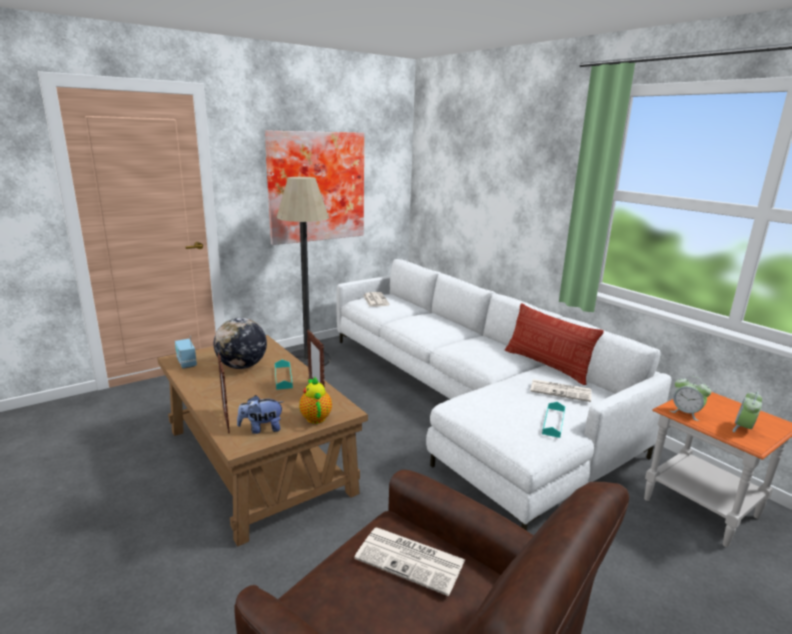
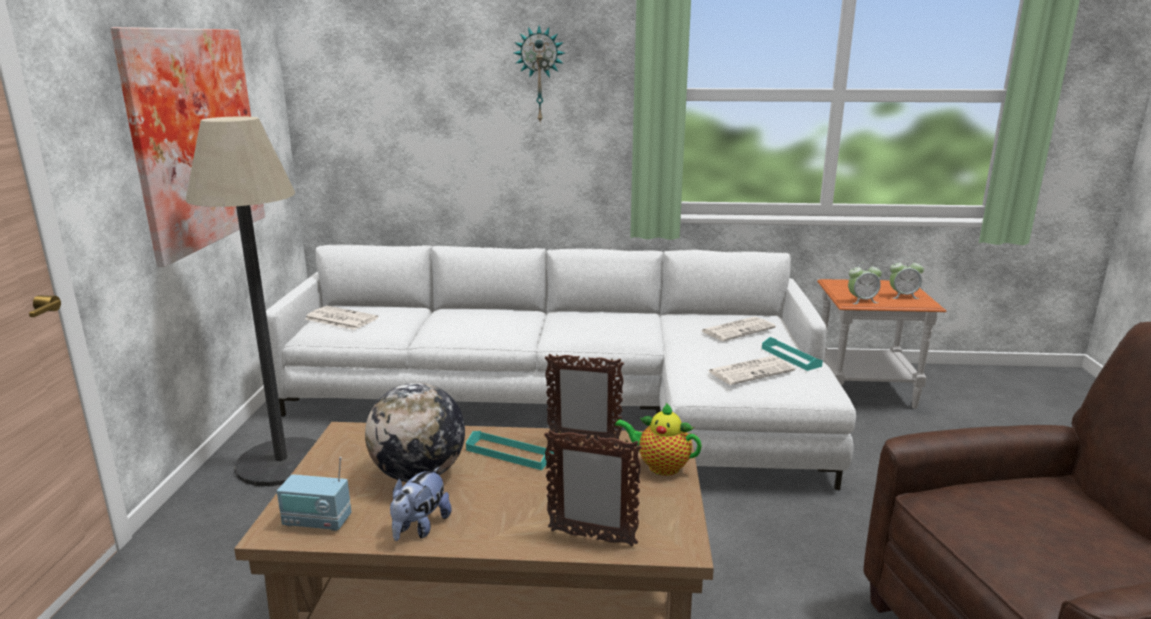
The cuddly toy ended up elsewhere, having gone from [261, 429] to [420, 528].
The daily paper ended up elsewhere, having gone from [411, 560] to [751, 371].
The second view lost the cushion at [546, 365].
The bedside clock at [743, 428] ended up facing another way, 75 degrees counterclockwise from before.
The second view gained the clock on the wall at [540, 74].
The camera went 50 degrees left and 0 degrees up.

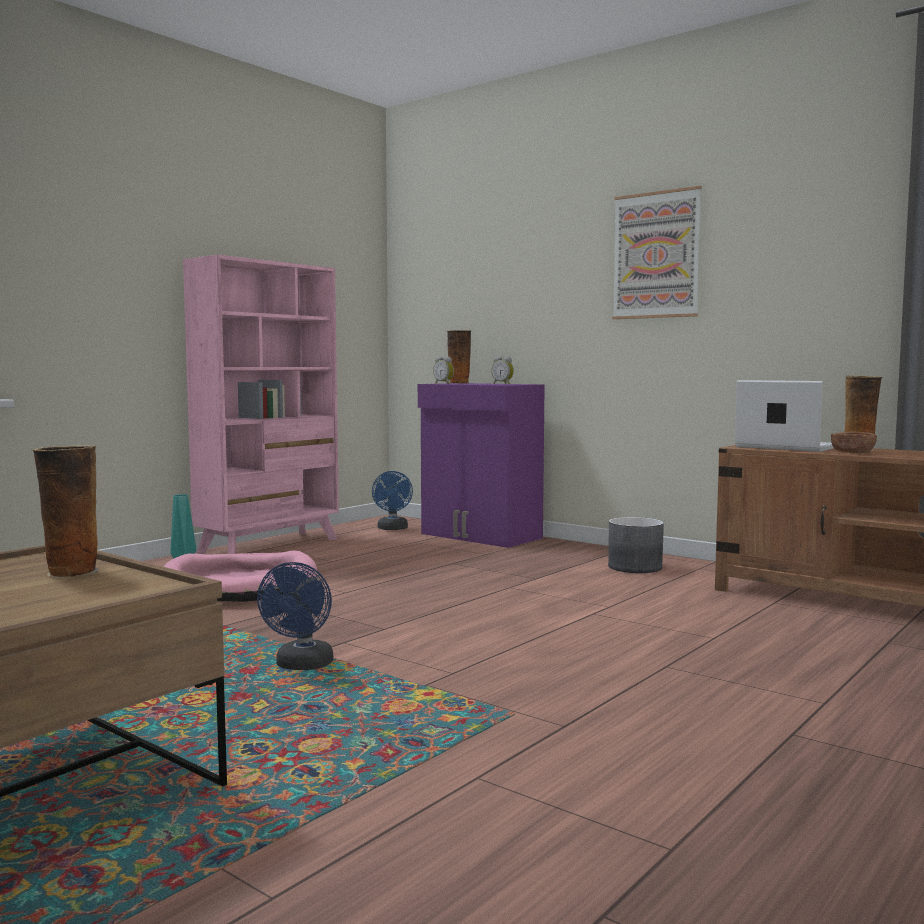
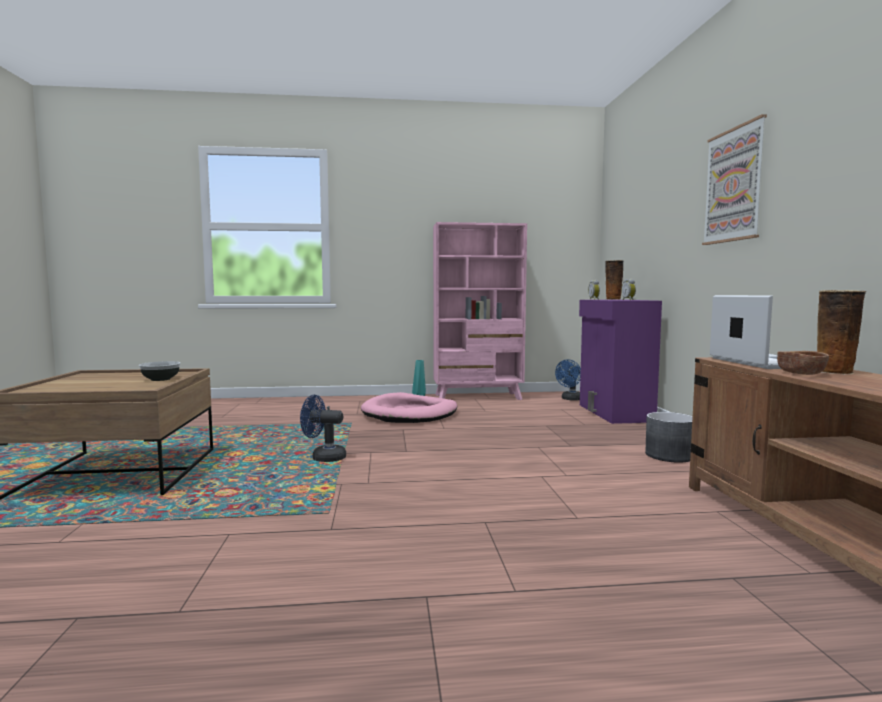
Where the flower vase stood at [70, 572], the bowl came to stand at [160, 379].
The bluish fan at [302, 666] ended up facing another way, 45 degrees clockwise from before.
The camera went 45 degrees right and 0 degrees up.

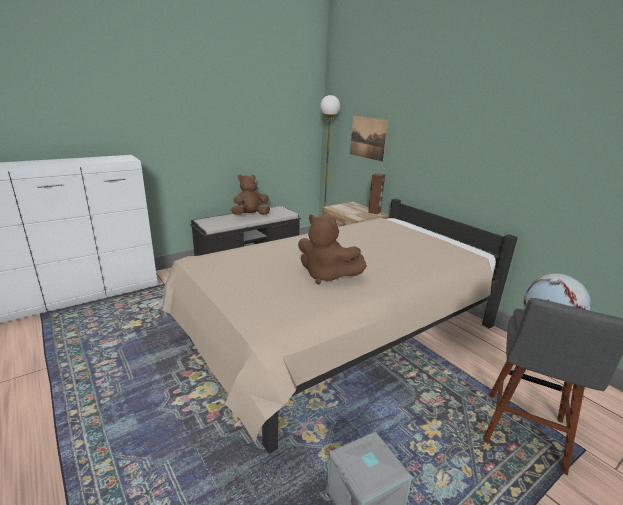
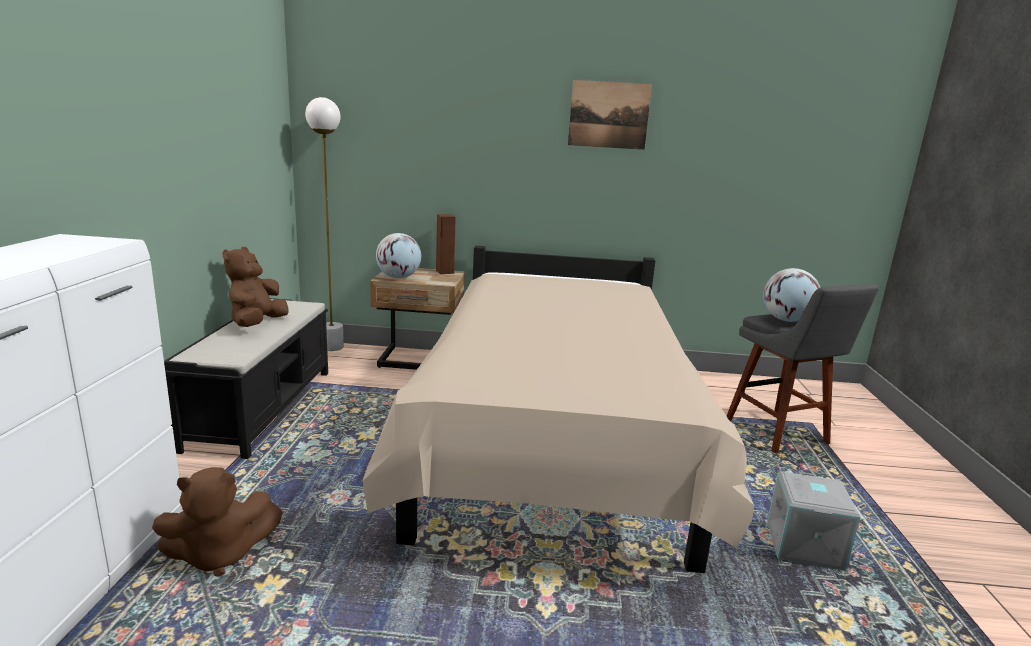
The brown-coloured cuddly toy ended up elsewhere, having gone from [326, 276] to [220, 555].
The picture ended up elsewhere, having gone from [368, 138] to [609, 115].
The second view gained the globe at [398, 277].
The camera went 50 degrees left and 5 degrees down.

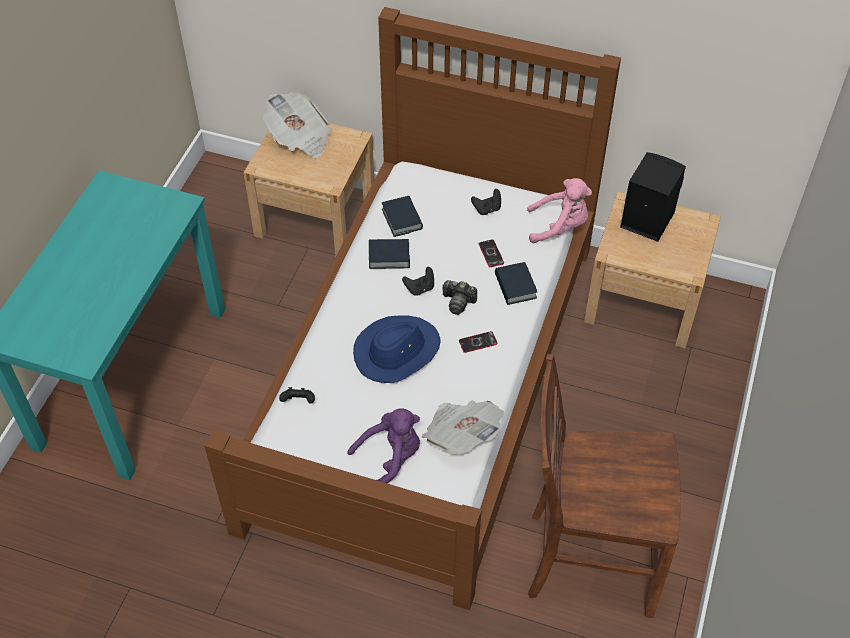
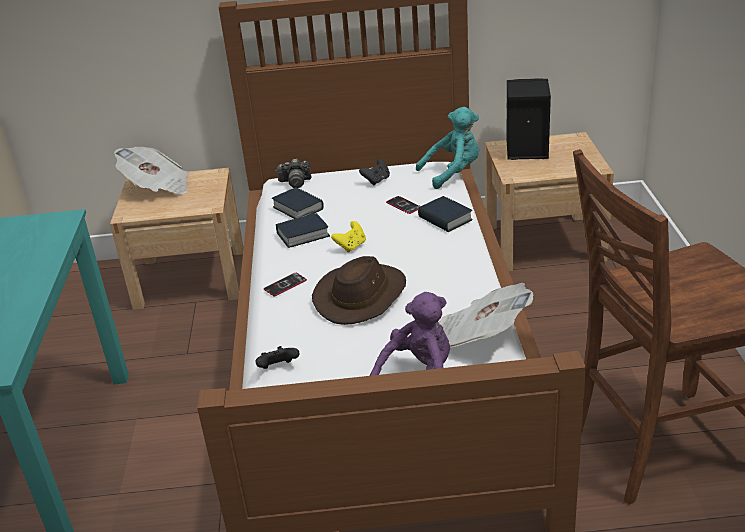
What was the bluish hat at [397, 351] turned into the brown-coloured hat at [361, 296].
What was the black joypad at [420, 288] turned into the yellow-coloured joypad at [351, 246].
The photo camera ended up elsewhere, having gone from [458, 302] to [295, 182].
The phone ended up elsewhere, having gone from [478, 342] to [285, 285].
What was the pink-coloured cuddly toy at [559, 226] turned into the turquoise-coloured cuddly toy at [453, 173].
The camera went 20 degrees left and 20 degrees down.

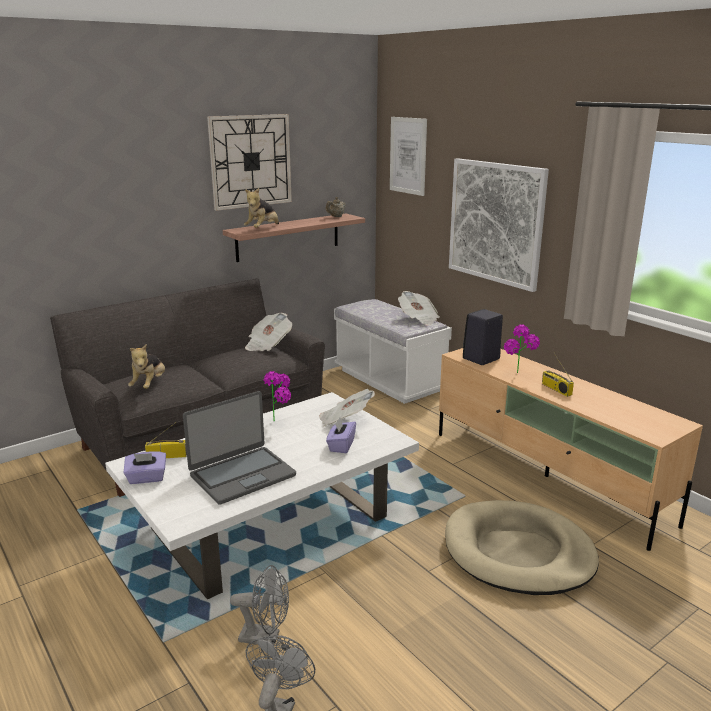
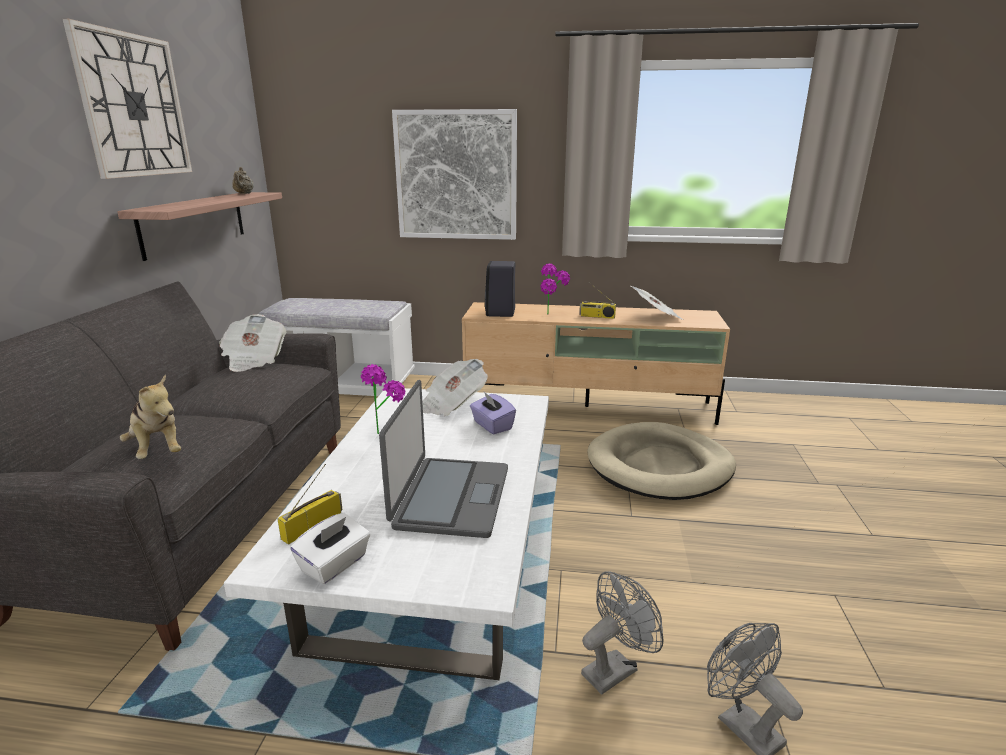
What was the purple-coloured tissue holder at [146, 478] turned into the white tissue holder at [335, 564].
The second view lost the cuddly toy at [263, 229].
The second view lost the picture at [408, 155].
The daily paper ended up elsewhere, having gone from [418, 319] to [656, 317].
The camera went 45 degrees left and 0 degrees up.

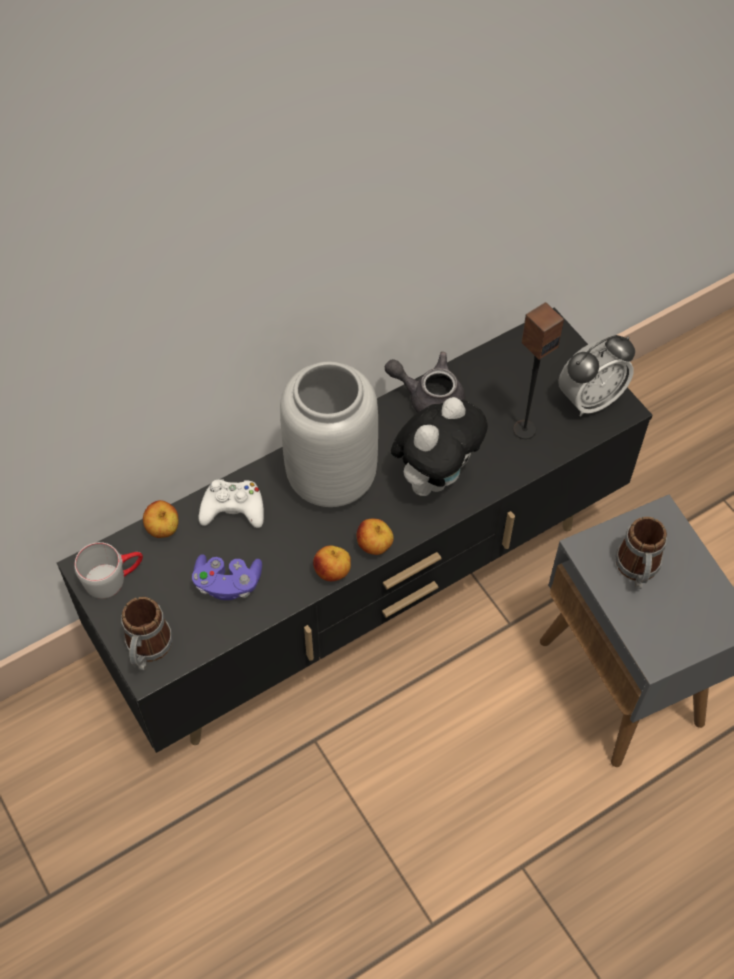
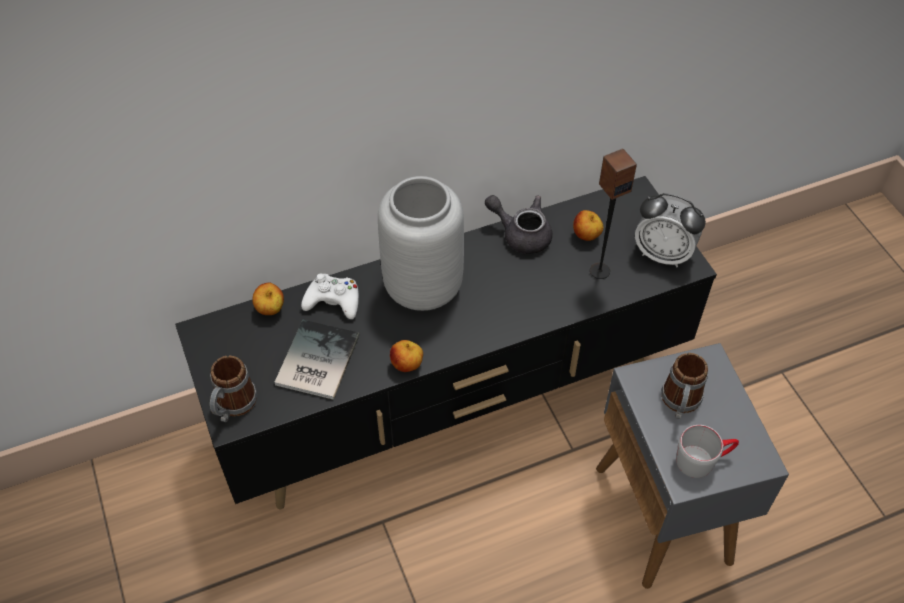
The gray tea mug ended up elsewhere, having gone from [114, 578] to [703, 459].
Where the purple-coloured joypad stood at [227, 583], the bound book came to stand at [314, 361].
The whole apple ended up elsewhere, having gone from [374, 546] to [586, 236].
The second view lost the cuddly toy at [435, 476].
The bedside clock at [590, 399] ended up facing another way, 45 degrees clockwise from before.
The camera went 10 degrees right and 5 degrees down.

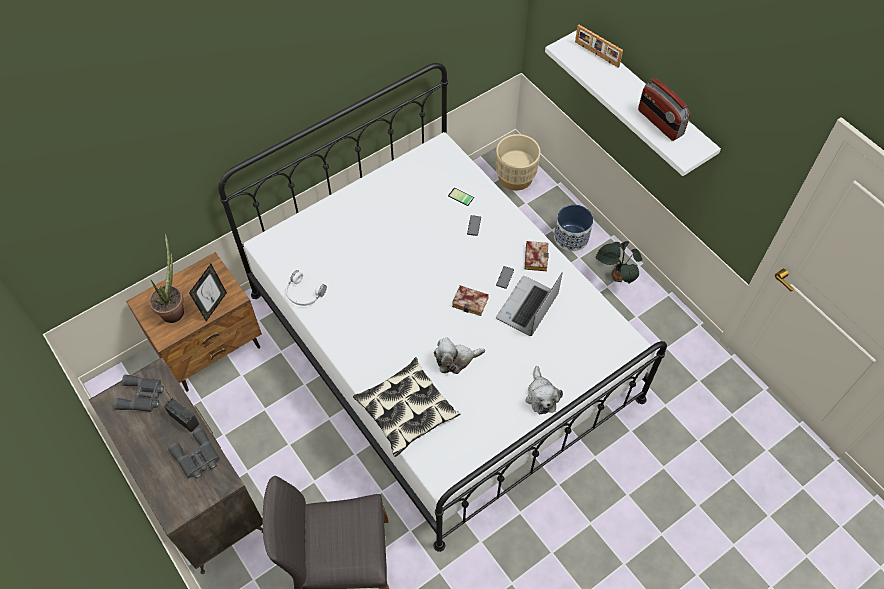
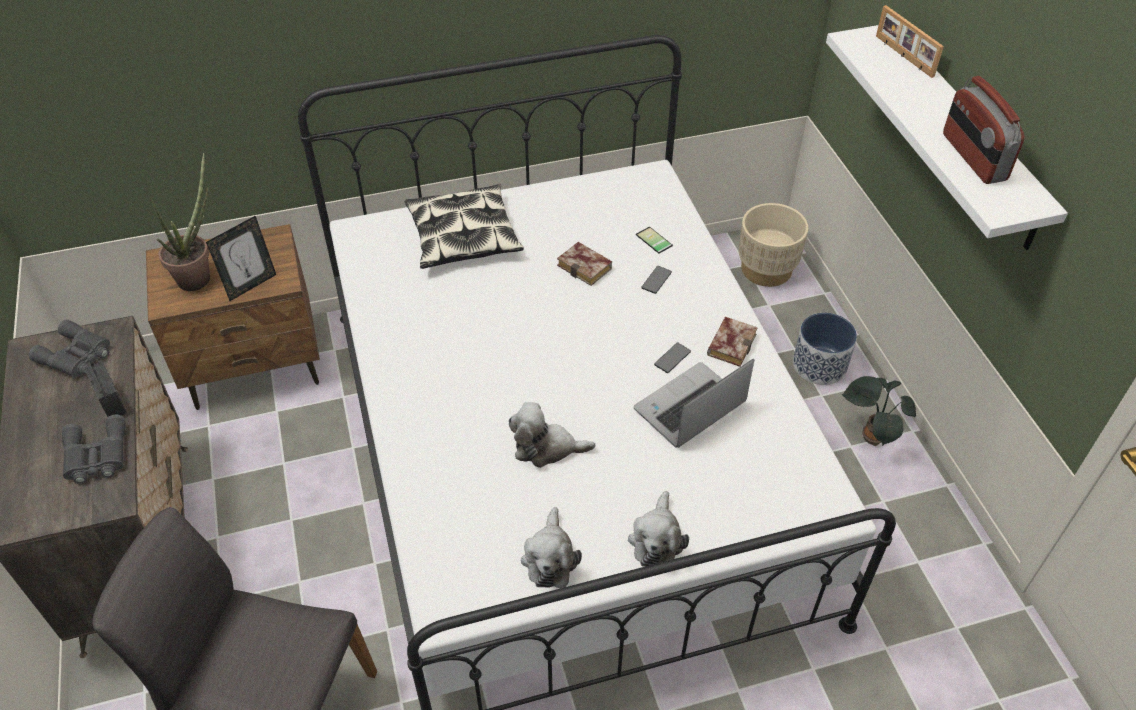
The second view lost the white pair of headphones at [304, 294].
The cushion ended up elsewhere, having gone from [406, 410] to [463, 237].
The bound book ended up elsewhere, having gone from [471, 302] to [587, 267].
The second view gained the cuddly toy at [550, 558].
The camera went 20 degrees right and 10 degrees down.

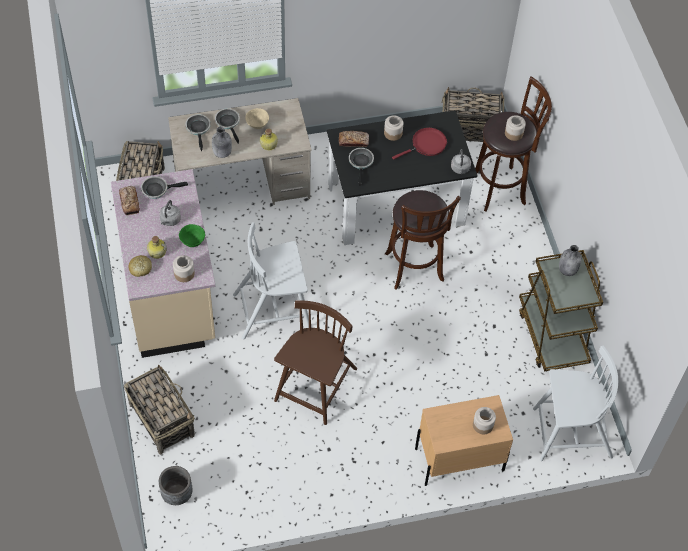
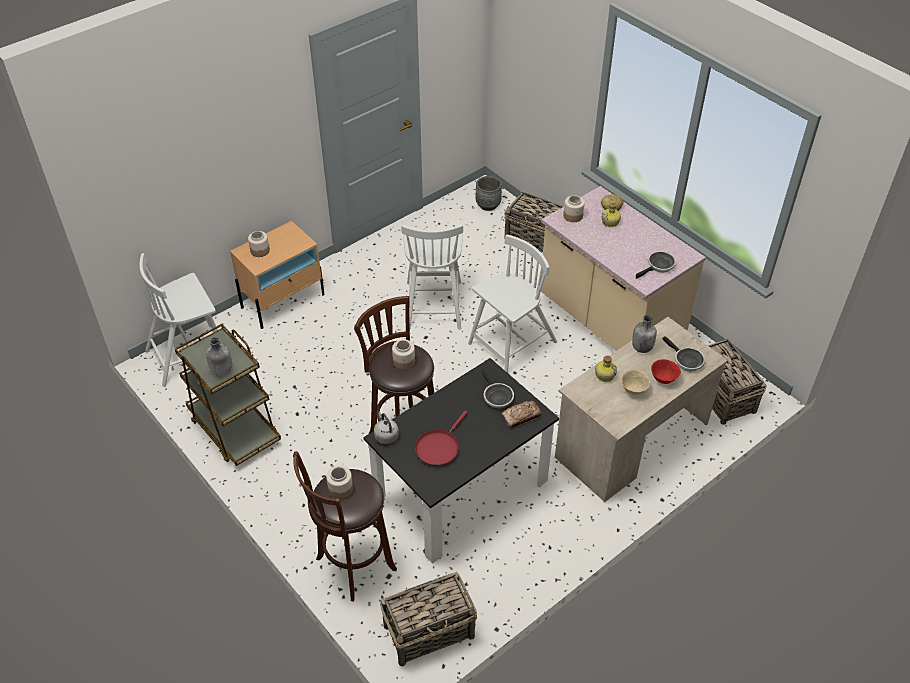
The second view lost the bread at [129, 202].
The second view lost the gray kettle at [170, 220].
The second view lost the green bowl at [192, 242].
Where the frying pan stood at [228, 123], the red bowl came to stand at [663, 379].
What was the brown-coloured upright chair at [315, 386] turned into the white upright chair at [433, 304].
The preserve jar ended up elsewhere, having gone from [393, 133] to [404, 361].
The camera went 155 degrees right and 10 degrees down.

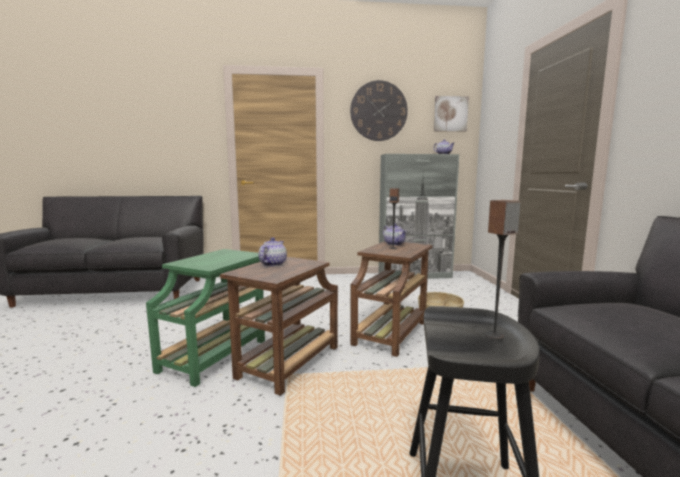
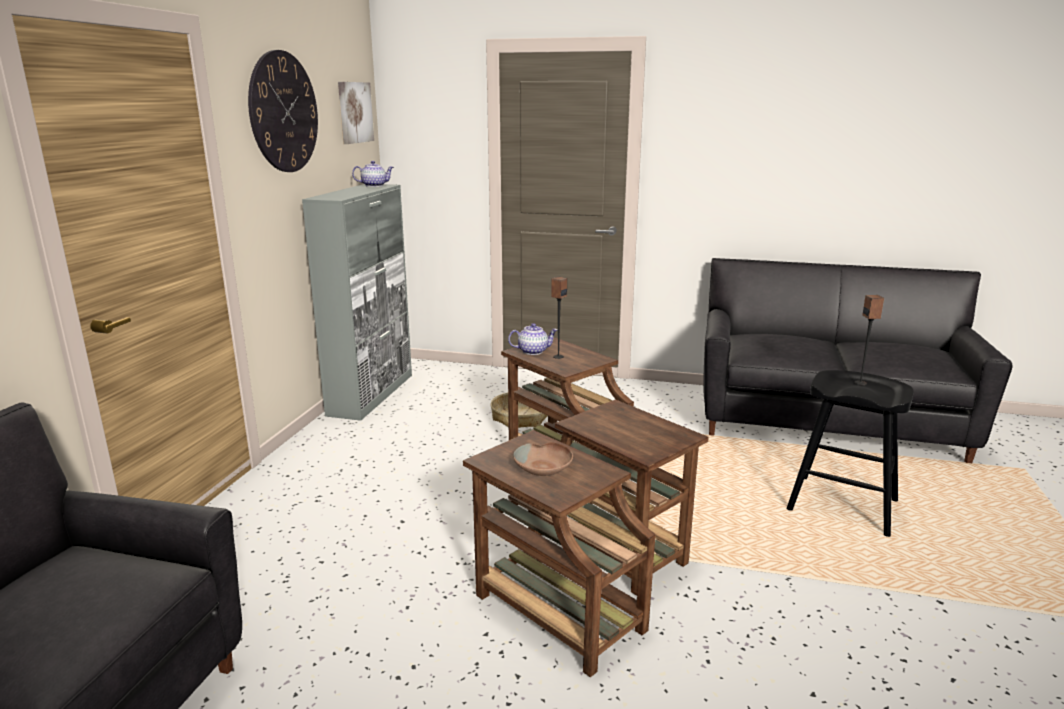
What was the green end table at [216, 354] turned into the brown-coloured end table at [555, 611].
The second view lost the teapot at [272, 264].
The second view gained the brown-coloured bowl at [544, 467].
The camera went 70 degrees left and 10 degrees up.

